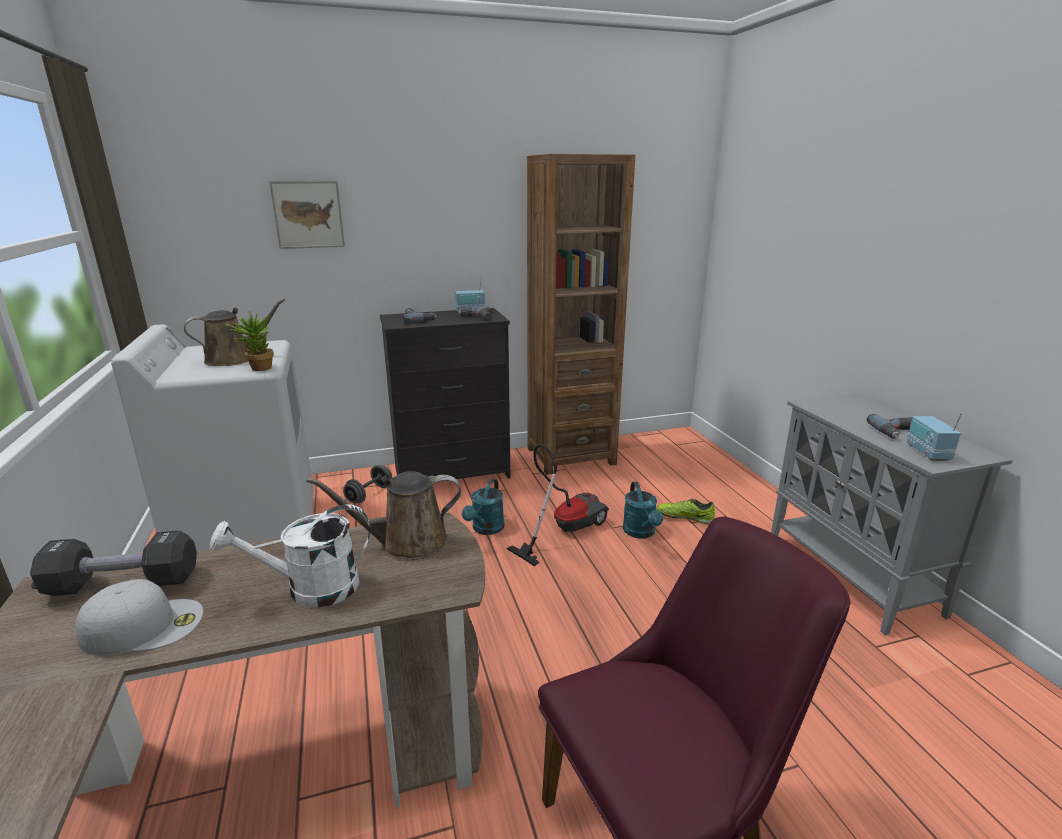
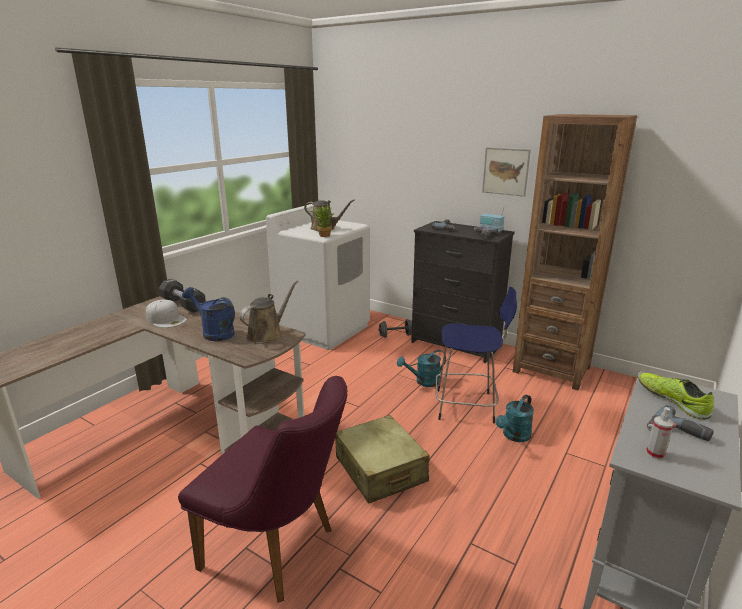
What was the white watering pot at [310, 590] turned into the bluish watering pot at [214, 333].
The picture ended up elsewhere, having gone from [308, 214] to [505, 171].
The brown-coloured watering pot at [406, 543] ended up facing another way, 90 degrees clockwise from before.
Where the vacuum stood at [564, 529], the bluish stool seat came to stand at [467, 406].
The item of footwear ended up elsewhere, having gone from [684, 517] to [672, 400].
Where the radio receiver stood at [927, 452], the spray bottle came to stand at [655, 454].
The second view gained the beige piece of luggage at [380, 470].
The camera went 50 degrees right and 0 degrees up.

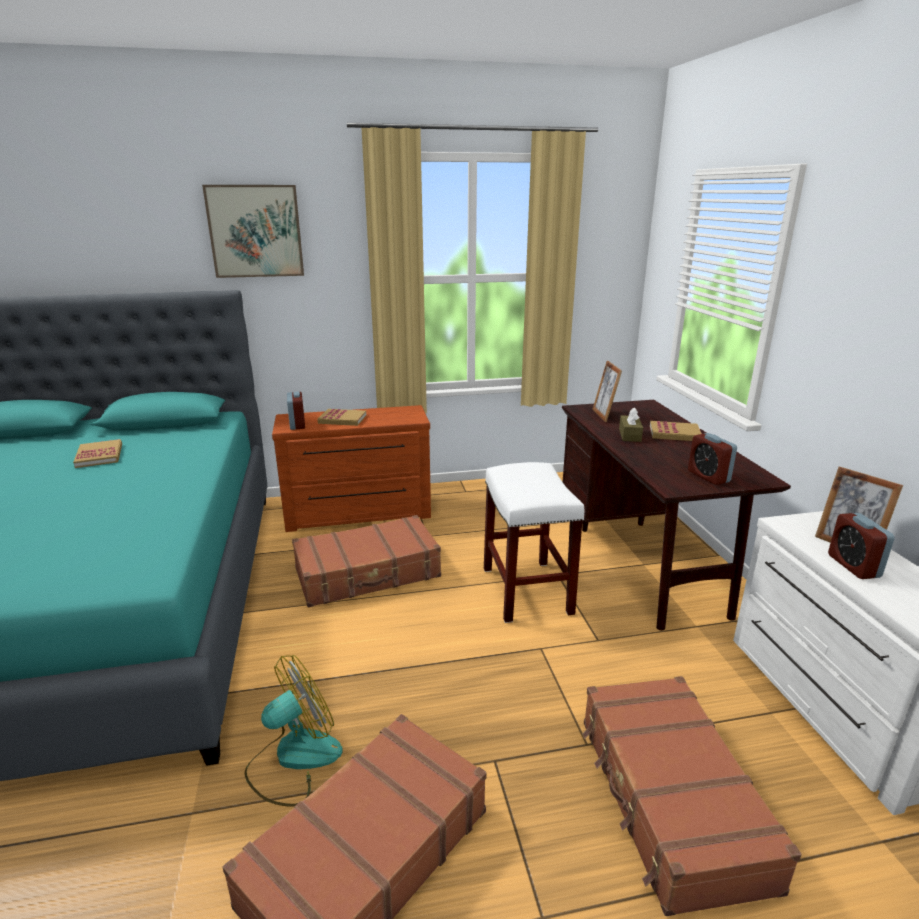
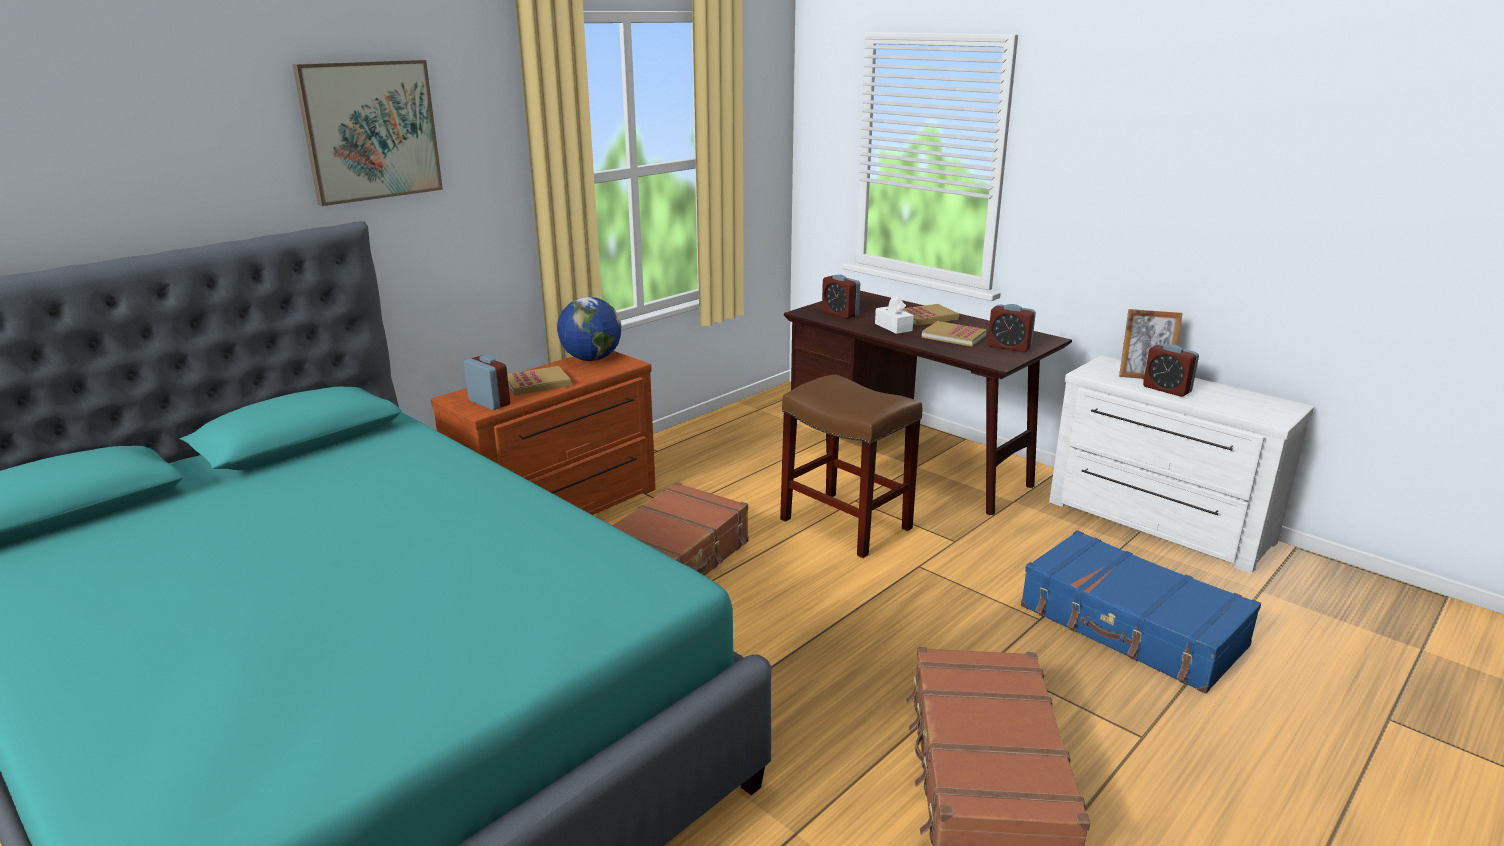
The bound book ended up elsewhere, having gone from [99, 456] to [954, 336].
The second view lost the fan at [293, 759].
What was the white stool seat at [525, 590] turned into the brown-coloured stool seat at [844, 524].
What was the brown-coloured piece of luggage at [669, 799] turned into the bluish piece of luggage at [1131, 627].
Where the standing frame stood at [604, 415], the bedside clock came to stand at [840, 314].
What was the brown-coloured tissue holder at [629, 435] turned into the white tissue holder at [893, 327].
The second view gained the globe at [591, 359].
The camera went 35 degrees left and 0 degrees up.

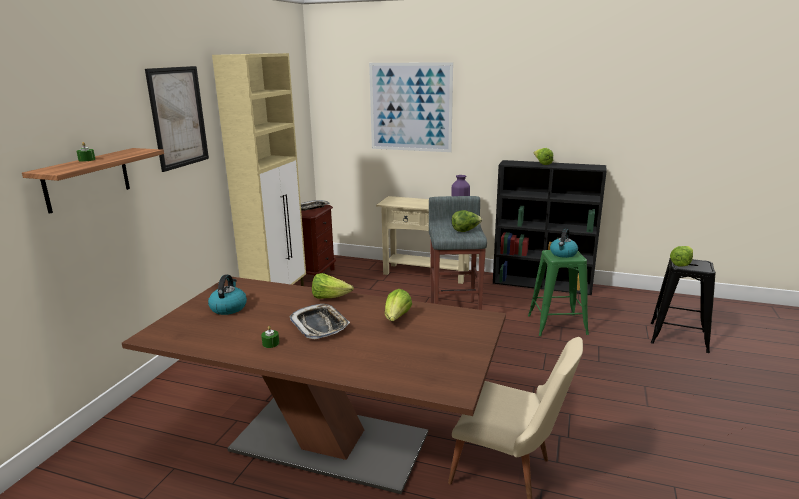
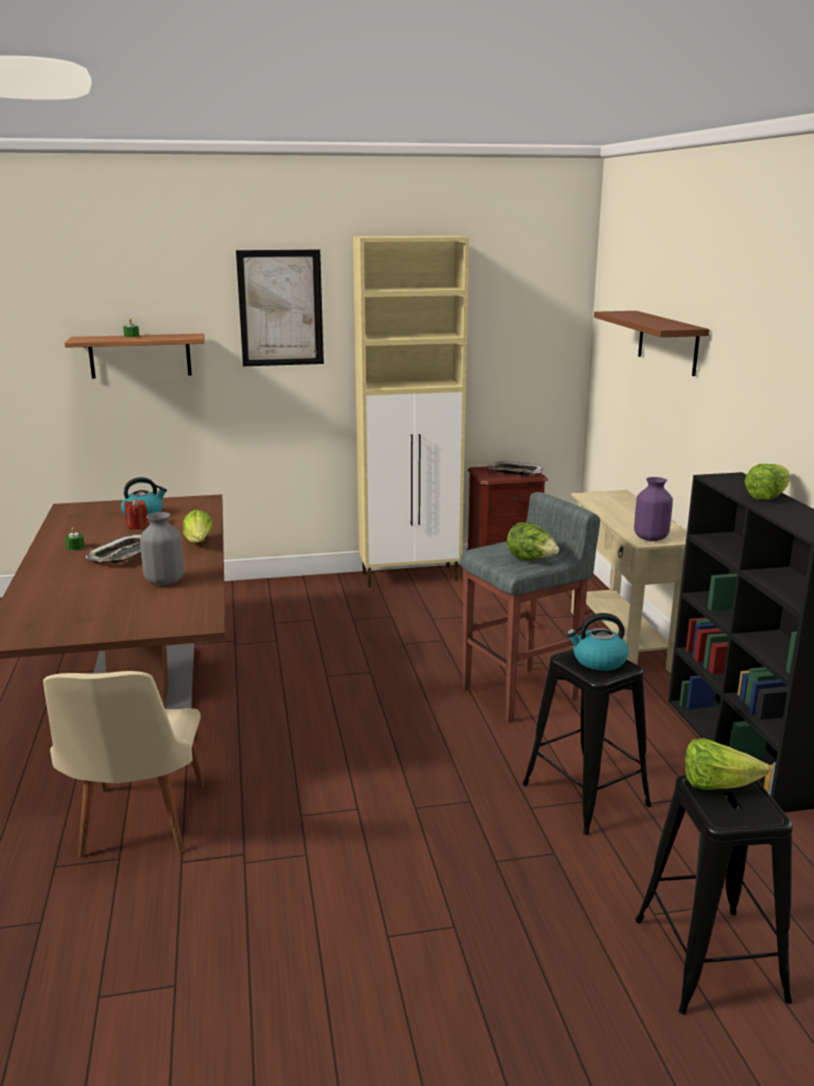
Where the picture hung at [410, 107], the brown-coloured wall shelf came to hang at [667, 342].
Where the lettuce head stood at [397, 318], the gray flower vase came to stand at [165, 581].
What was the green stool seat at [556, 325] turned into the black stool seat at [585, 794].
The second view gained the red candle at [137, 526].
The camera went 60 degrees right and 0 degrees up.

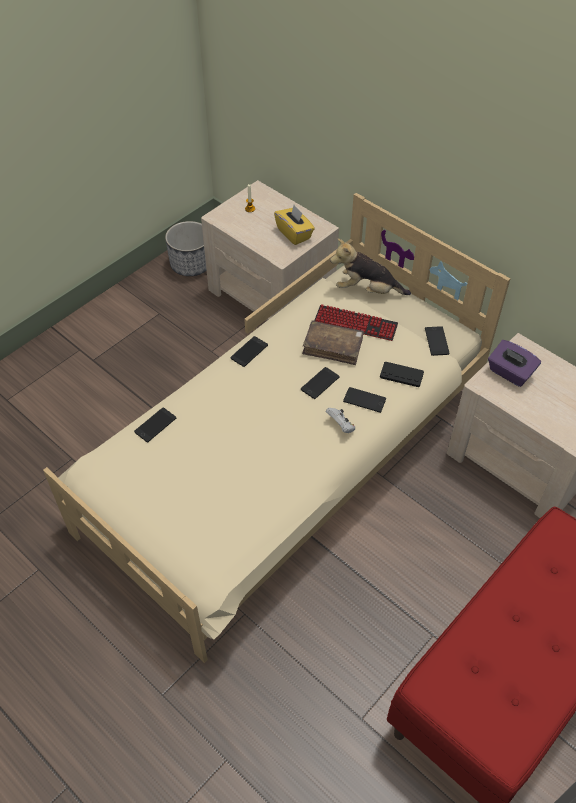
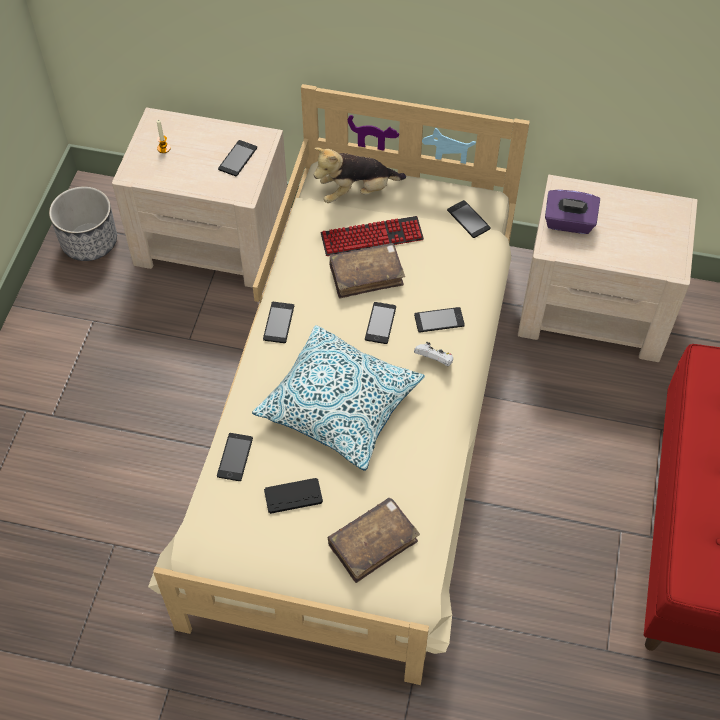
Where the yellow-coloured tissue holder stood at [294, 234], the phone came to stand at [238, 158].
The black joypad ended up elsewhere, having gone from [401, 375] to [293, 496].
The second view gained the cushion at [340, 405].
The second view gained the brown-coloured bound book at [373, 543].
The camera went 30 degrees left and 5 degrees up.

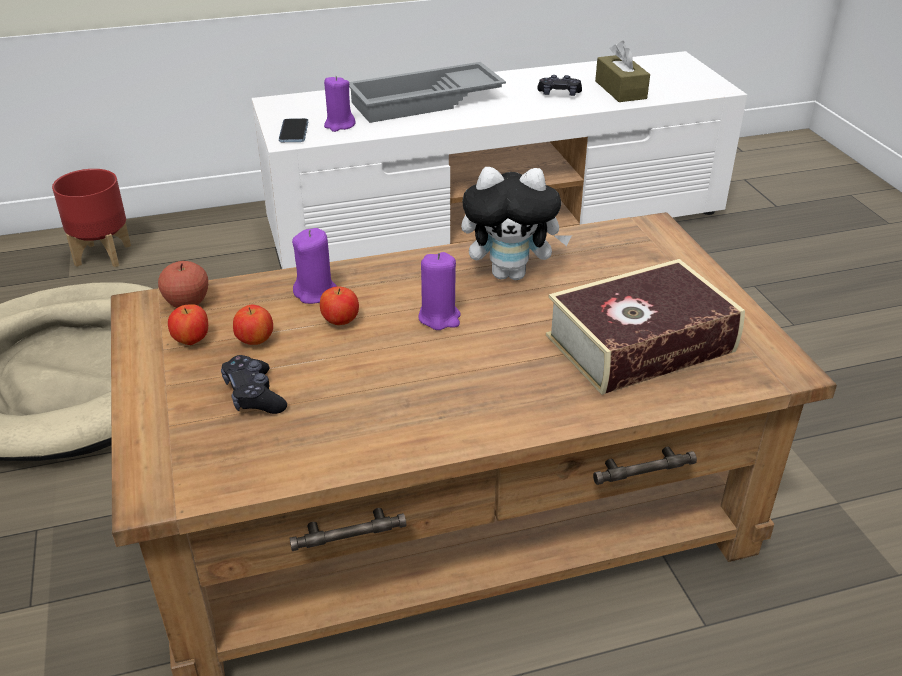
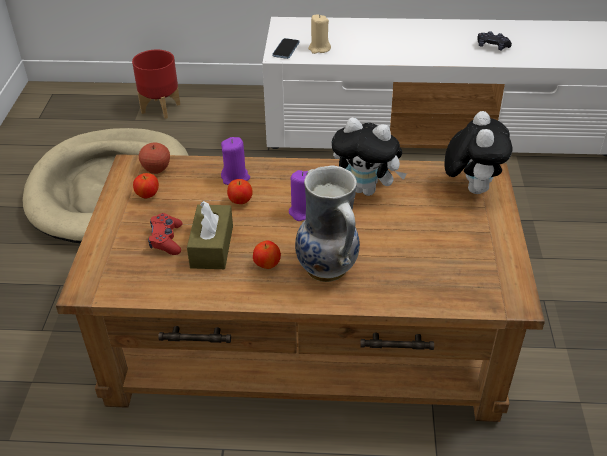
What was the black joypad at [254, 395] turned into the red joypad at [166, 240].
The whole apple ended up elsewhere, having gone from [255, 341] to [267, 265].
What was the purple-coloured candle at [339, 125] turned into the beige candle at [319, 48].
The second view lost the gray carrying tray at [425, 102].
The second view lost the bound book at [640, 344].
The brown-coloured tissue holder ended up elsewhere, having gone from [620, 90] to [212, 246].
The second view gained the flower vase at [328, 267].
The second view gained the cuddly toy at [471, 187].
The camera went 20 degrees right and 5 degrees up.

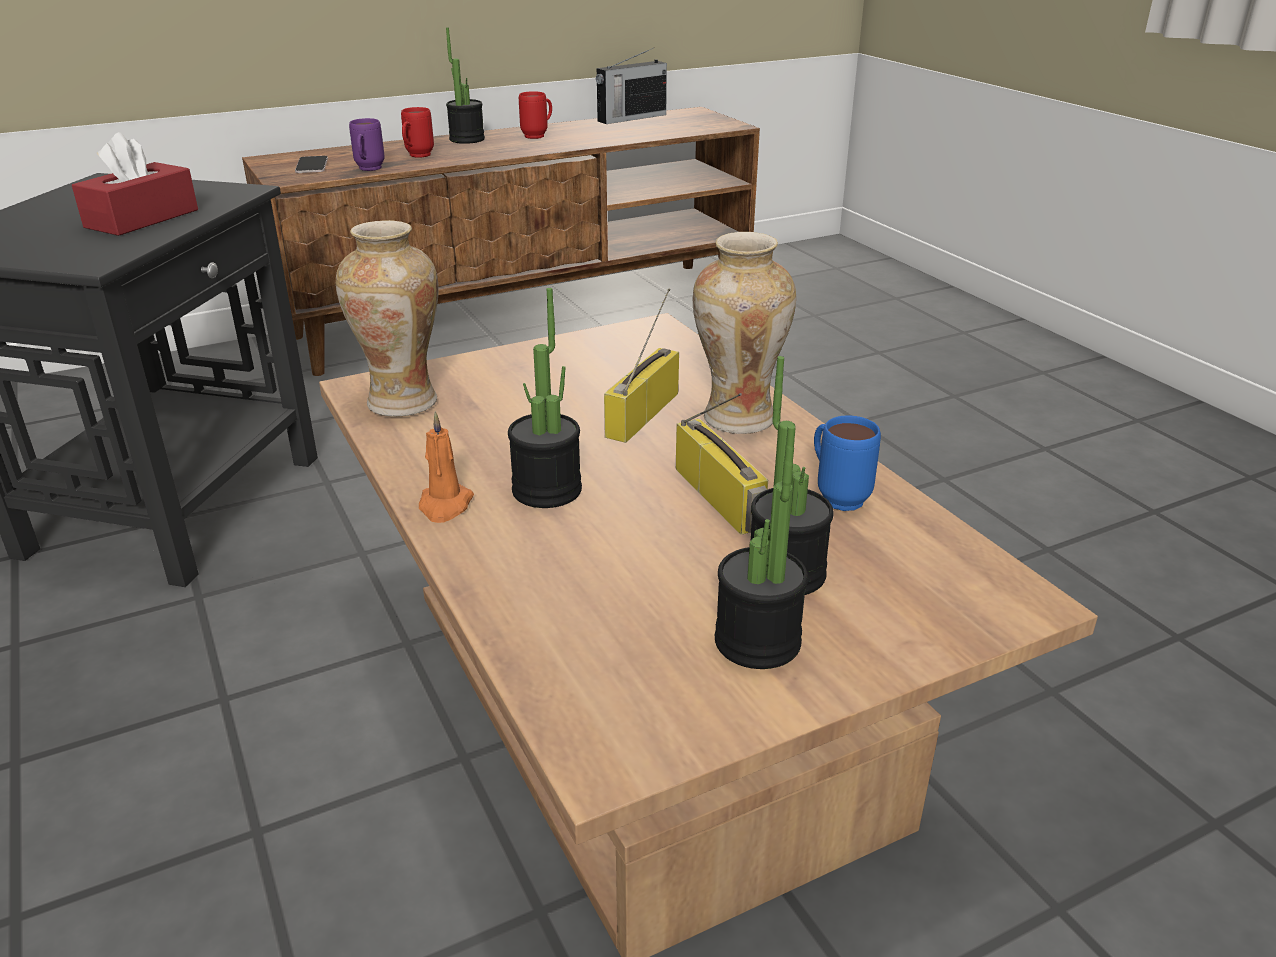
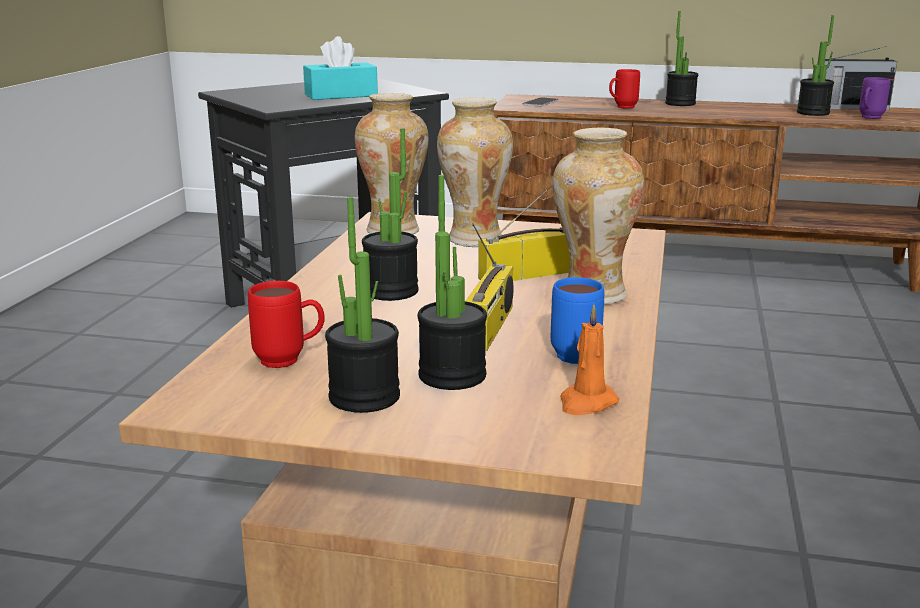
What was the red tissue holder at [142, 218] turned into the turquoise-coloured tissue holder at [341, 95].
The purple-coloured tea mug ended up elsewhere, having gone from [368, 170] to [868, 118].
The orange-coloured candle ended up elsewhere, having gone from [445, 505] to [586, 403].
The red tea mug ended up elsewhere, having gone from [538, 136] to [290, 361].
The second view gained the flower vase at [473, 240].
The second view gained the potted plant at [813, 113].
The camera went 40 degrees right and 10 degrees down.

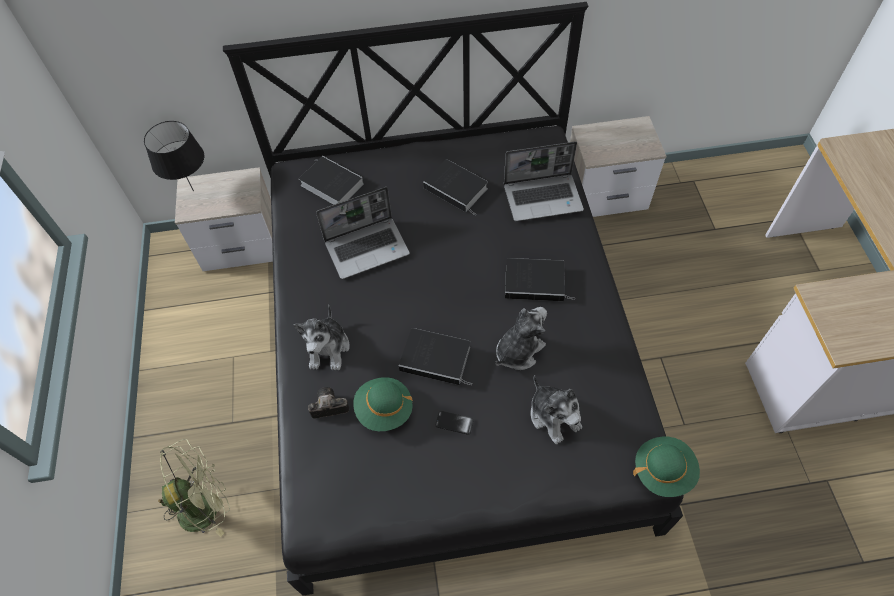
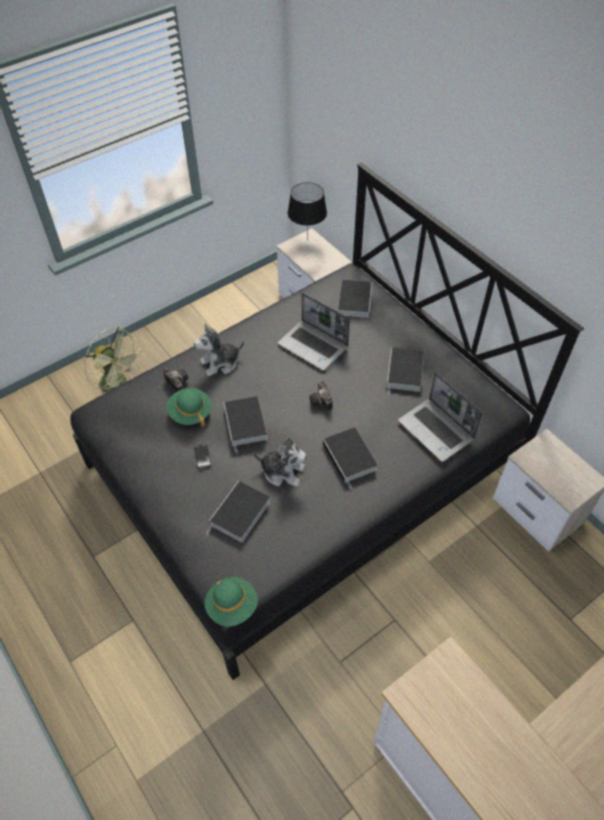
Where the cuddly toy stood at [554, 416], the bound book came to stand at [239, 515].
The second view gained the photo camera at [322, 401].
The camera went 60 degrees right and 5 degrees down.

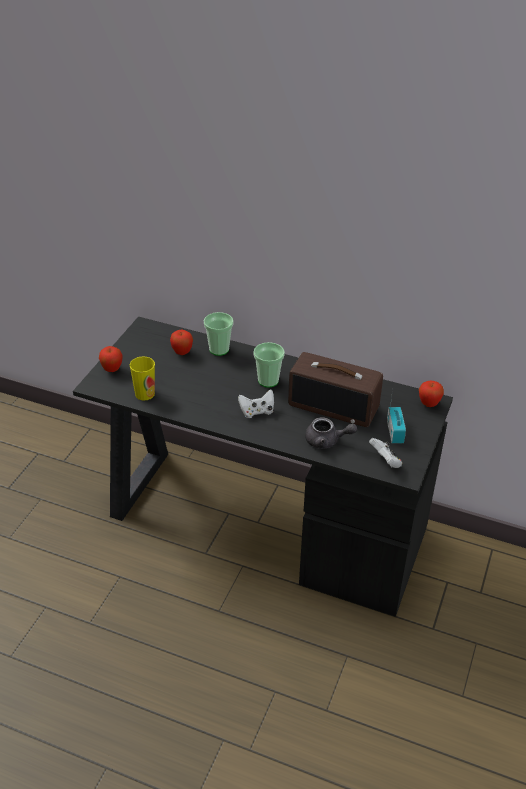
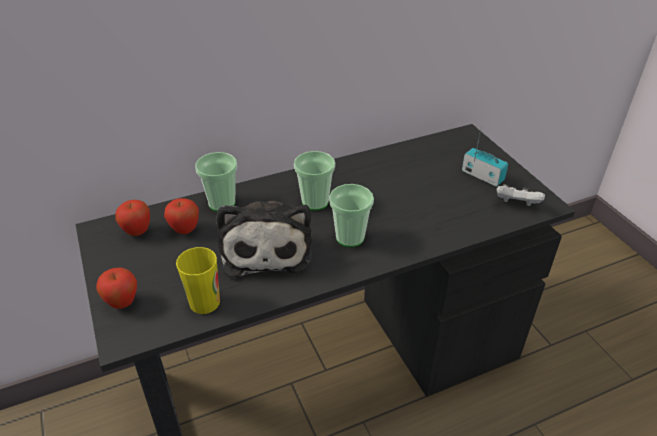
Where the white joypad stood at [257, 412], the drinking cup came to stand at [350, 237].
The second view lost the radio receiver at [334, 406].
The second view lost the gray teapot at [327, 441].
The whole apple ended up elsewhere, having gone from [428, 404] to [137, 232].
The second view gained the cuddly toy at [266, 247].
The camera went 45 degrees left and 0 degrees up.

